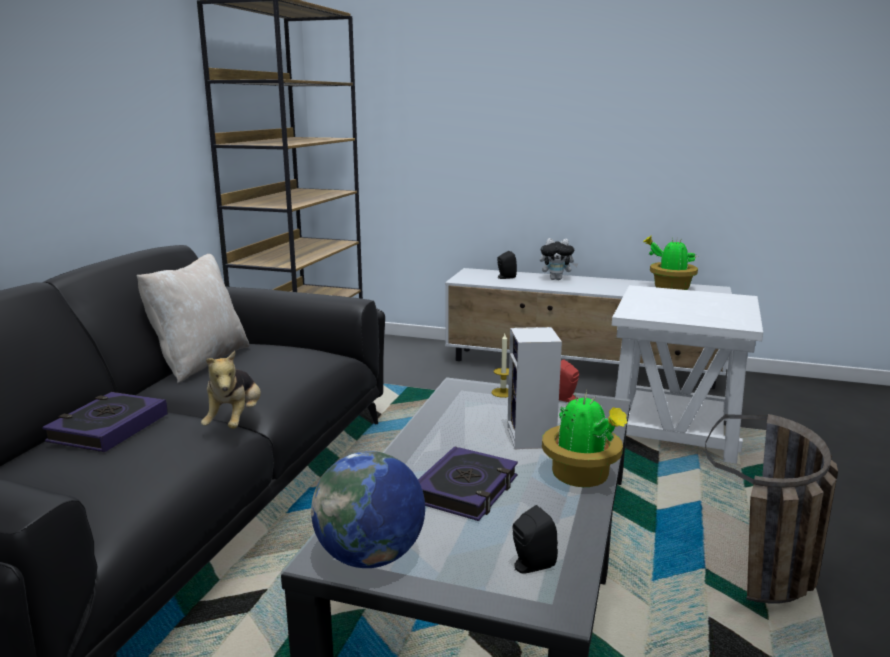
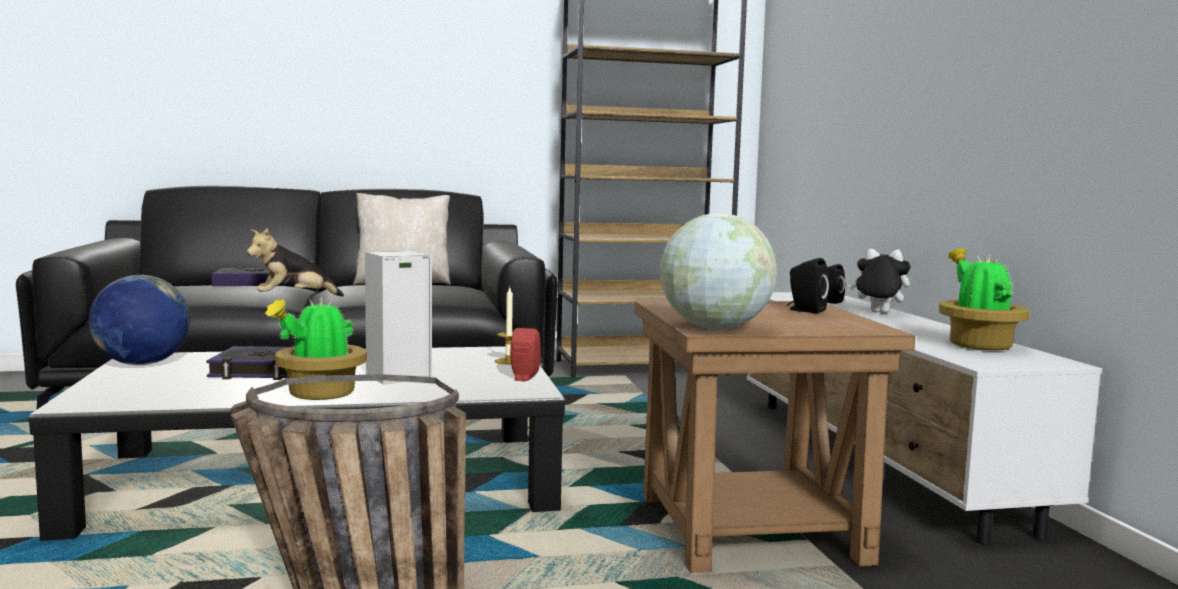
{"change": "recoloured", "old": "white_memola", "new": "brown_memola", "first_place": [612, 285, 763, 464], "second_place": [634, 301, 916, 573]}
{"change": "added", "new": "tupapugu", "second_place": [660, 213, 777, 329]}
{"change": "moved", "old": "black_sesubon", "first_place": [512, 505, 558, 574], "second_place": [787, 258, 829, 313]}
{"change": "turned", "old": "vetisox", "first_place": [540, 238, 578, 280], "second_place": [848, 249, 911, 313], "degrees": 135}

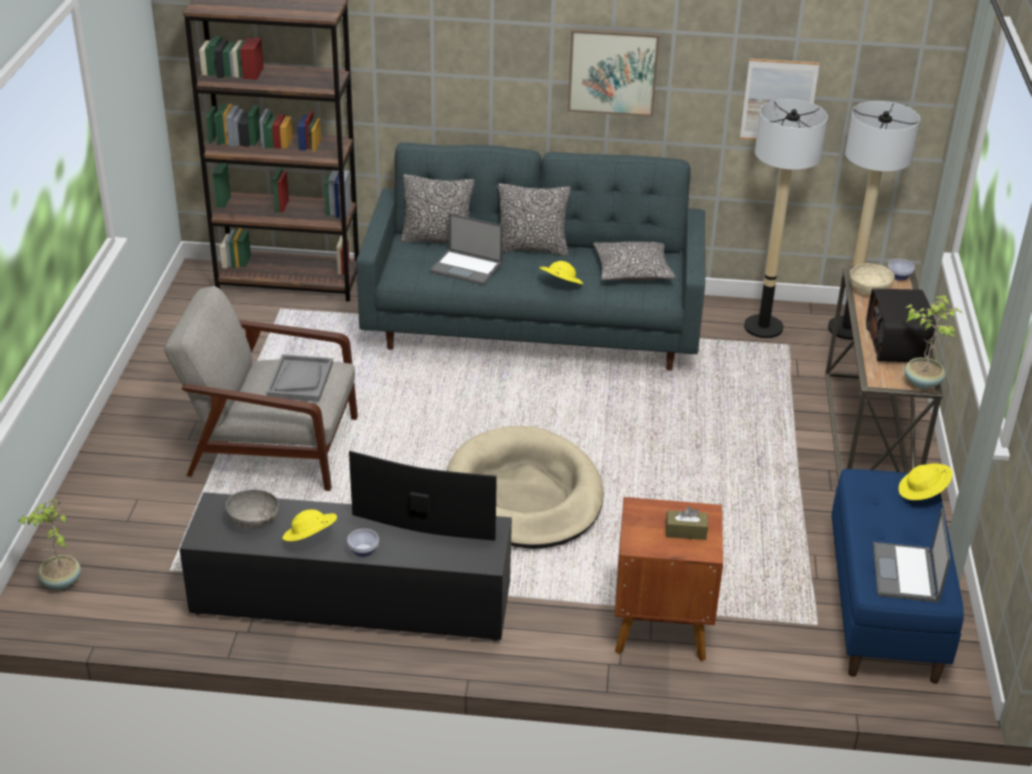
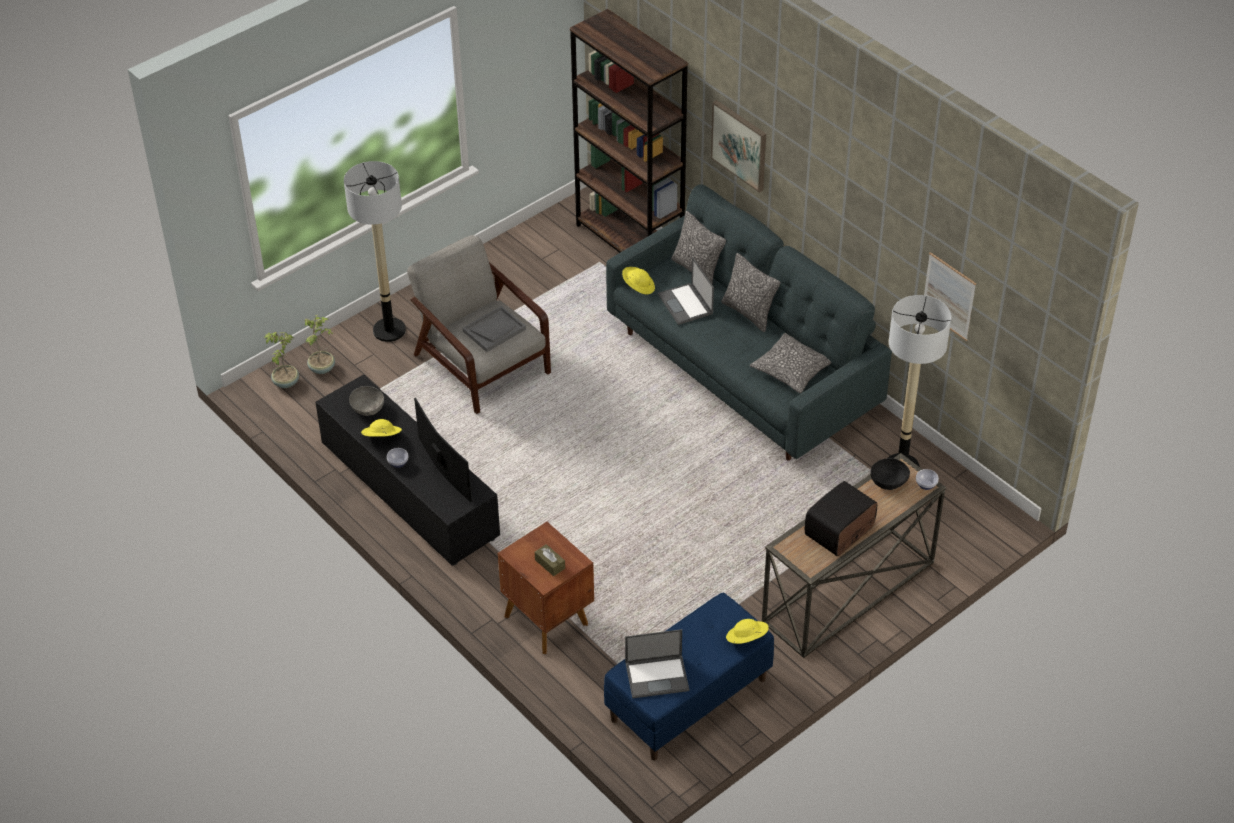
{"change": "moved", "old": "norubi", "first_place": [905, 295, 962, 389], "second_place": [305, 315, 335, 374]}
{"change": "moved", "old": "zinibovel", "first_place": [828, 101, 920, 340], "second_place": [344, 161, 406, 342]}
{"change": "moved", "old": "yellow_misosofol", "first_place": [540, 261, 583, 284], "second_place": [622, 267, 655, 294]}
{"change": "turned", "old": "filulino", "first_place": [873, 508, 951, 603], "second_place": [625, 629, 689, 698], "degrees": -150}
{"change": "moved", "old": "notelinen", "first_place": [568, 28, 660, 117], "second_place": [711, 100, 766, 193]}
{"change": "recoloured", "old": "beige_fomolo", "new": "black_fomolo", "first_place": [850, 263, 895, 295], "second_place": [870, 458, 910, 490]}
{"change": "removed", "old": "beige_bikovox", "first_place": [447, 426, 604, 549]}

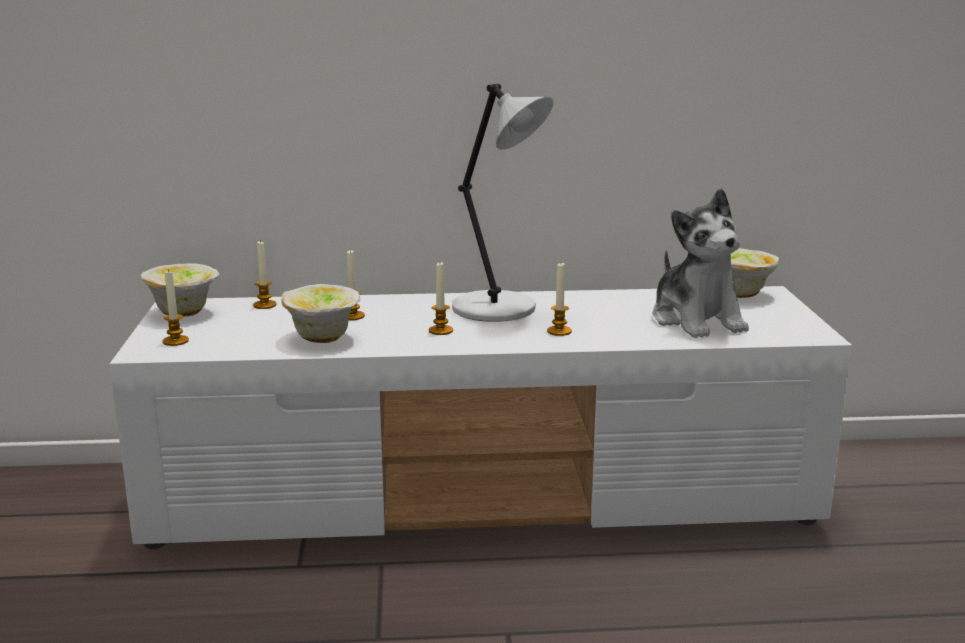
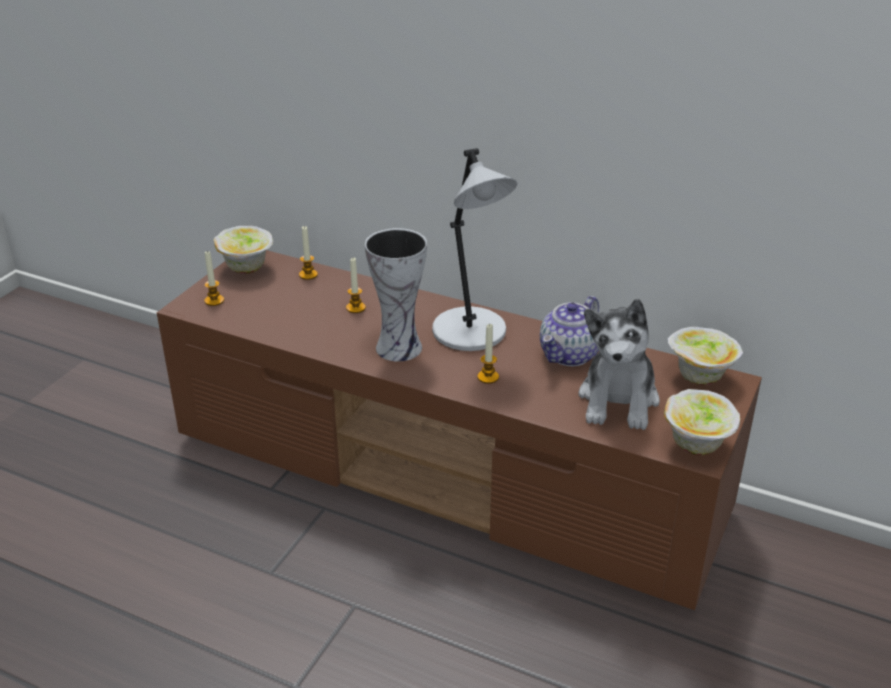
{"change": "recoloured", "old": "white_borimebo", "new": "brown_borimebo", "first_place": [110, 286, 852, 549], "second_place": [157, 250, 762, 610]}
{"change": "replaced", "old": "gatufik", "new": "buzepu", "first_place": [429, 262, 453, 335], "second_place": [365, 228, 427, 361]}
{"change": "added", "new": "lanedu", "second_place": [540, 296, 599, 366]}
{"change": "moved", "old": "fomolo", "first_place": [282, 284, 360, 343], "second_place": [664, 389, 740, 455]}

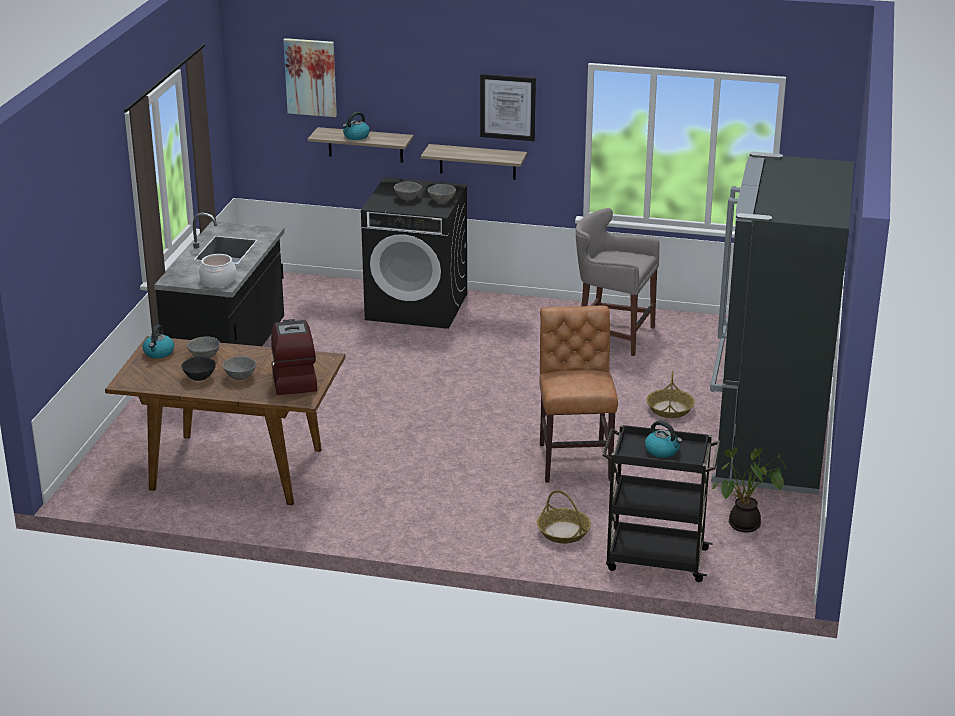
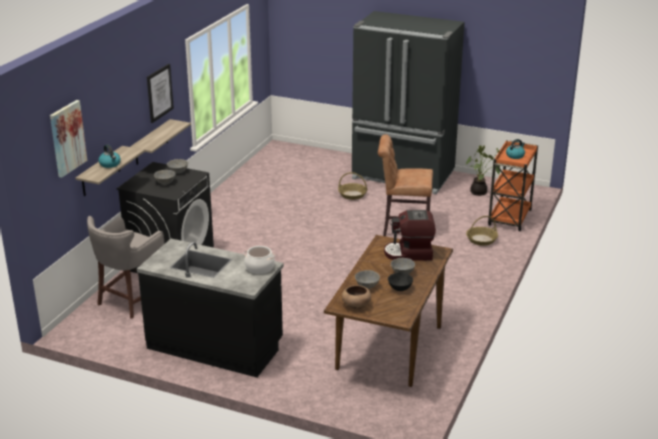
{"change": "moved", "old": "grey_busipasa", "first_place": [576, 208, 659, 356], "second_place": [87, 216, 165, 319]}
{"change": "replaced", "old": "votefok", "new": "brown_fomolo", "first_place": [143, 325, 174, 358], "second_place": [342, 285, 371, 309]}
{"change": "recoloured", "old": "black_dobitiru", "new": "orange_dobitiru", "first_place": [602, 424, 721, 582], "second_place": [488, 140, 538, 231]}

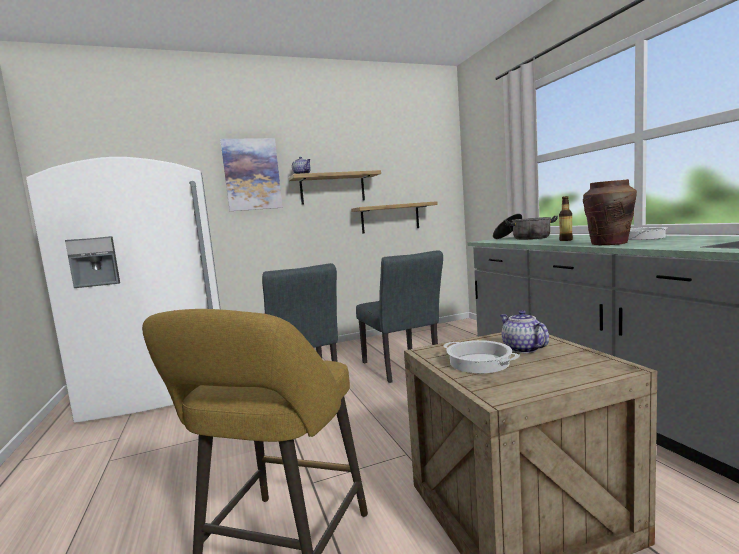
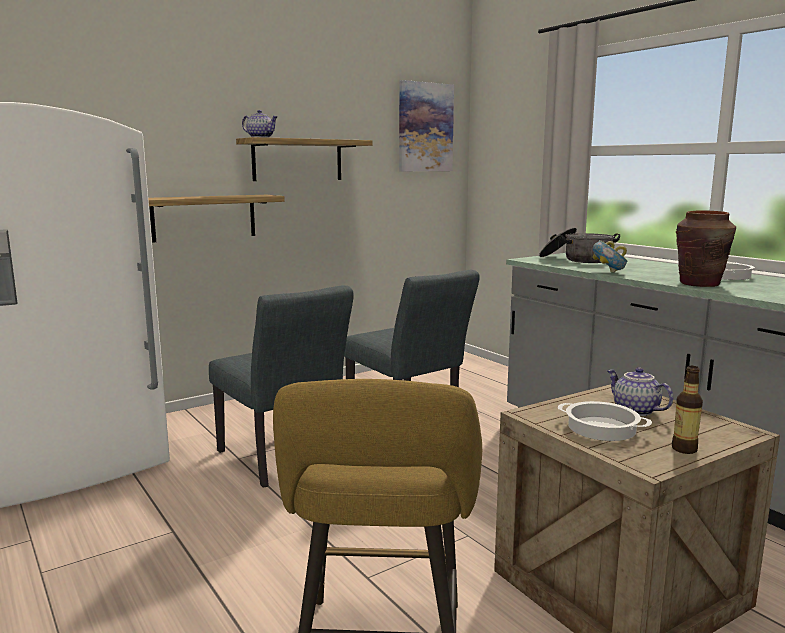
{"change": "moved", "old": "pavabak", "first_place": [351, 201, 438, 234], "second_place": [148, 195, 285, 242]}
{"change": "moved", "old": "notelinen", "first_place": [220, 138, 283, 211], "second_place": [399, 80, 454, 171]}
{"change": "added", "new": "fomolo", "second_place": [592, 240, 627, 273]}
{"change": "moved", "old": "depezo", "first_place": [559, 196, 573, 241], "second_place": [672, 366, 703, 454]}

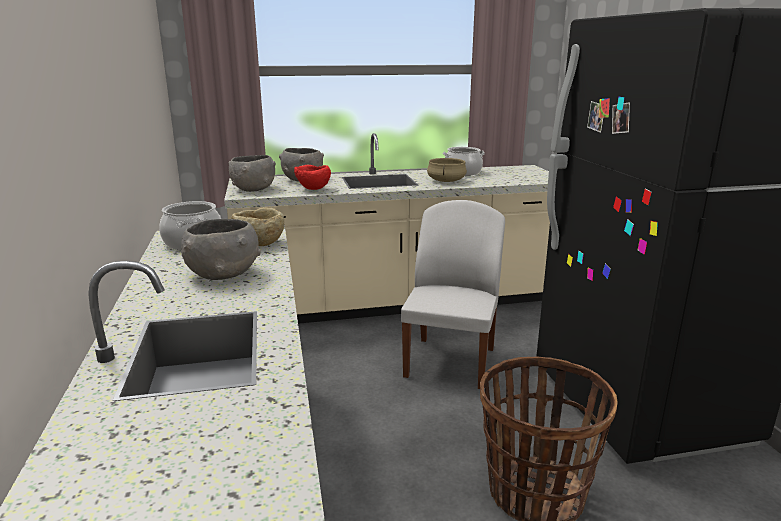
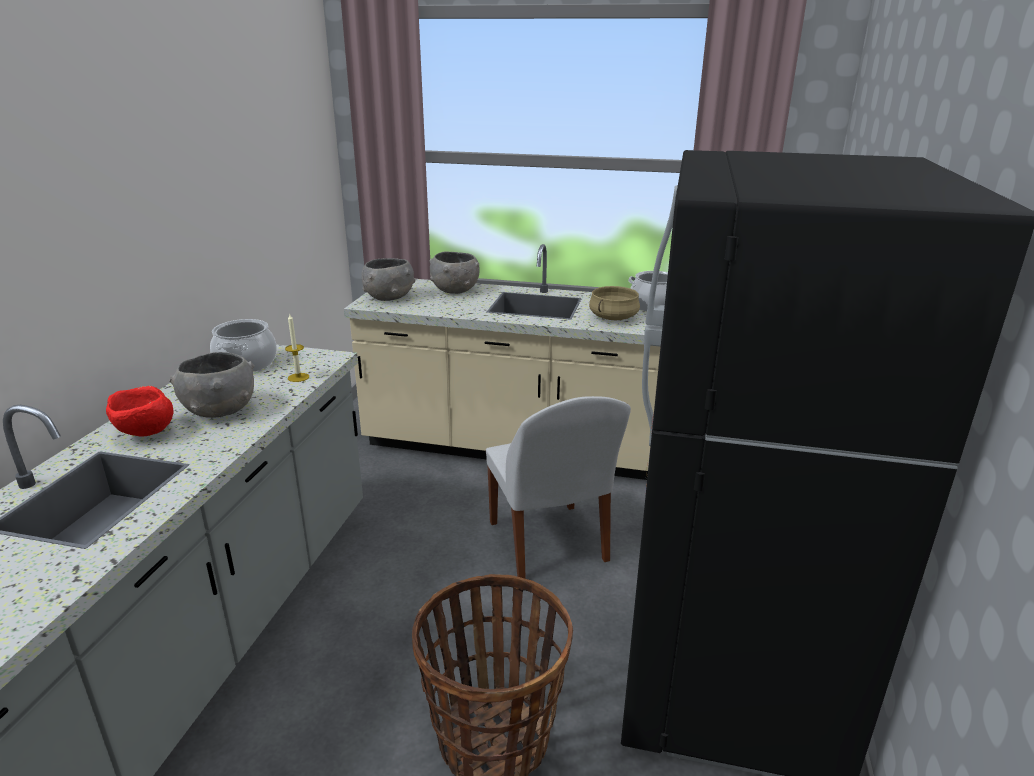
{"change": "moved", "old": "red_fomolo", "first_place": [294, 165, 331, 190], "second_place": [106, 386, 174, 436]}
{"change": "replaced", "old": "beige_fomolo", "new": "gatufik", "first_place": [231, 207, 284, 246], "second_place": [285, 314, 309, 382]}
{"change": "turned", "old": "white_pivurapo", "first_place": [401, 200, 505, 389], "second_place": [486, 396, 631, 579], "degrees": 120}

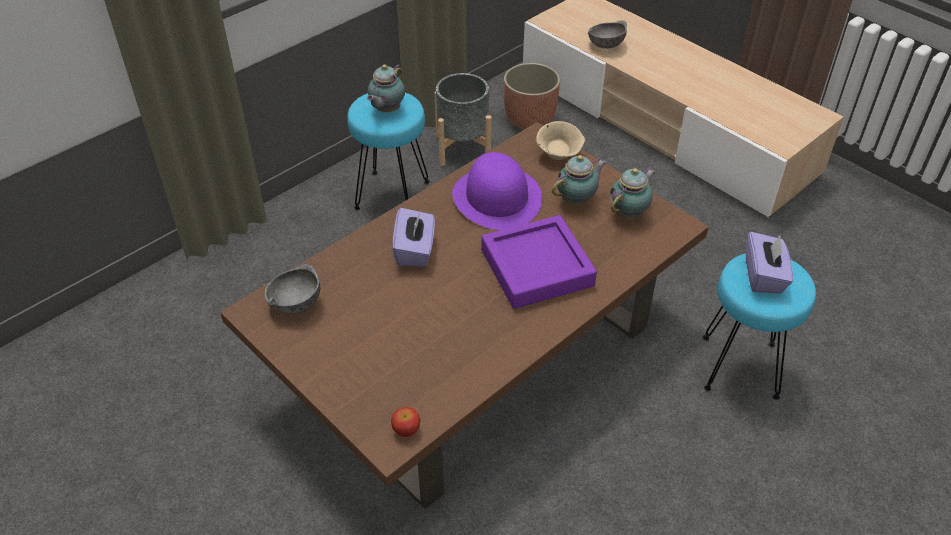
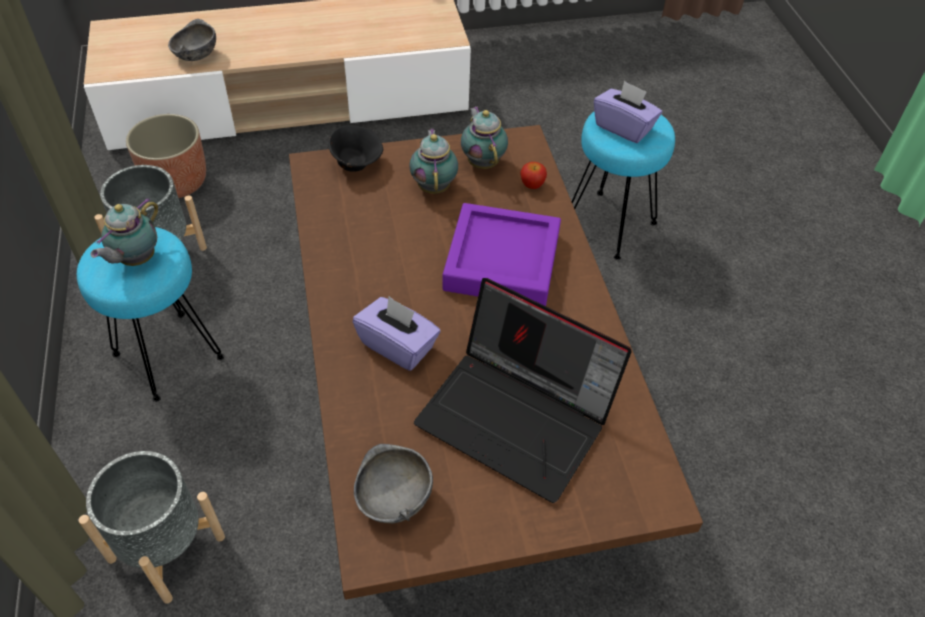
{"change": "added", "new": "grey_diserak", "second_place": [78, 451, 225, 604]}
{"change": "turned", "old": "lanedu", "first_place": [367, 64, 405, 112], "second_place": [90, 198, 158, 266], "degrees": 60}
{"change": "recoloured", "old": "beige_fomolo", "new": "black_fomolo", "first_place": [536, 121, 585, 160], "second_place": [328, 125, 383, 172]}
{"change": "added", "new": "filulino", "second_place": [414, 278, 632, 503]}
{"change": "moved", "old": "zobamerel", "first_place": [391, 407, 420, 437], "second_place": [520, 162, 547, 189]}
{"change": "removed", "old": "purple_misosofol", "first_place": [452, 152, 542, 230]}

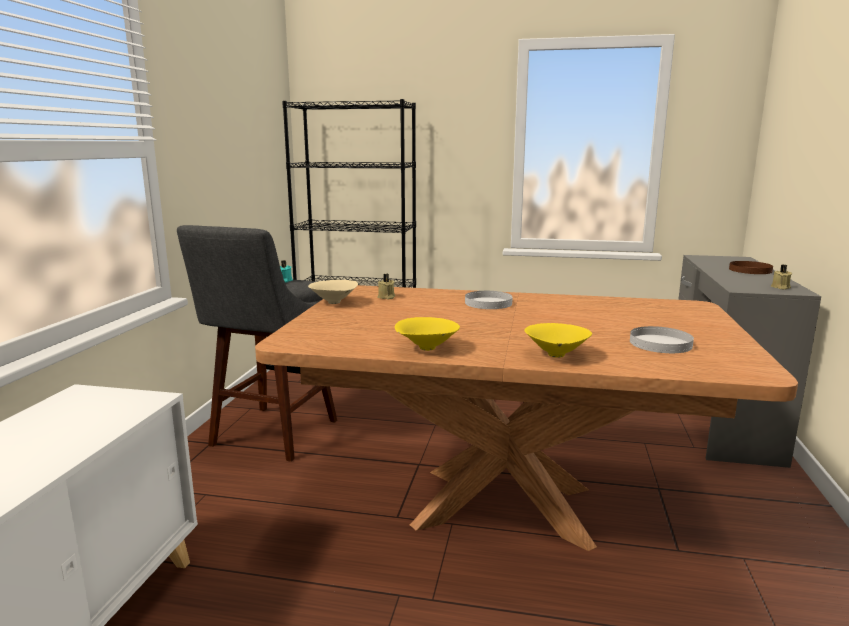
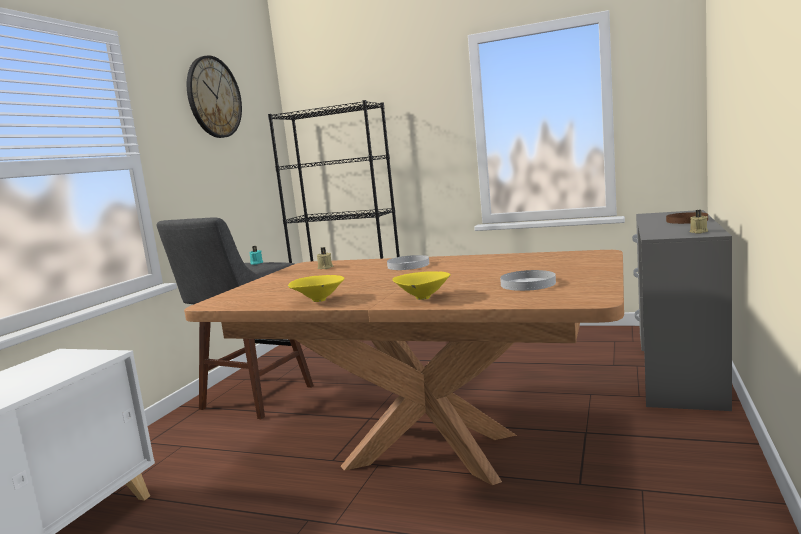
{"change": "added", "new": "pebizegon", "second_place": [187, 55, 242, 138]}
{"change": "removed", "old": "beige_fomolo", "first_place": [308, 280, 358, 304]}

